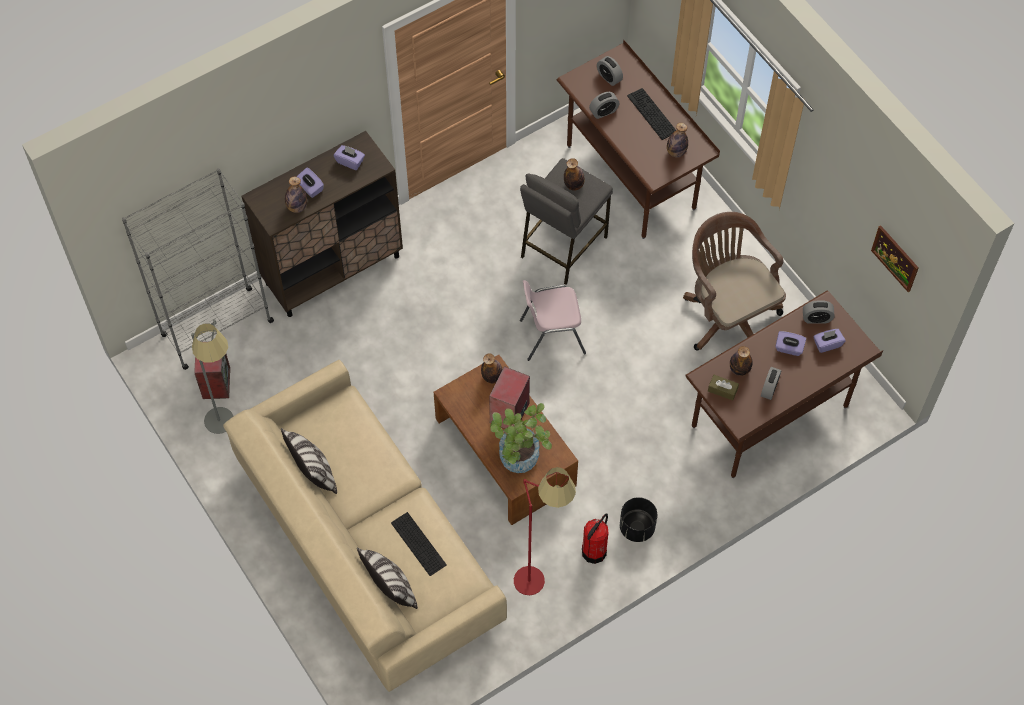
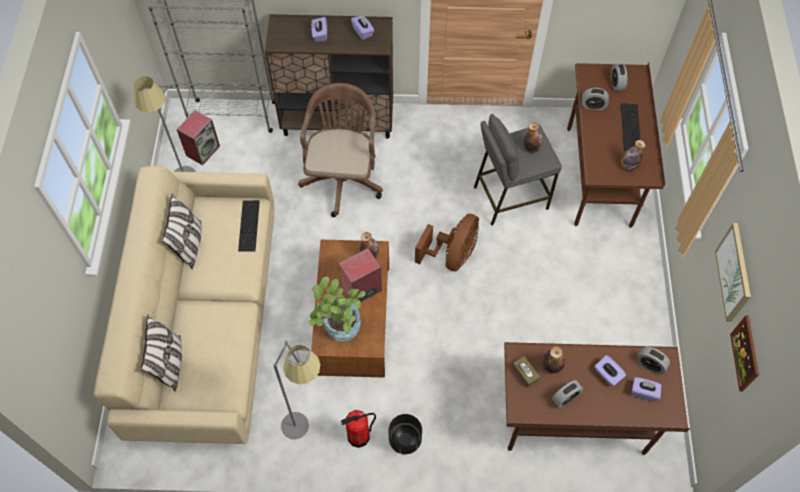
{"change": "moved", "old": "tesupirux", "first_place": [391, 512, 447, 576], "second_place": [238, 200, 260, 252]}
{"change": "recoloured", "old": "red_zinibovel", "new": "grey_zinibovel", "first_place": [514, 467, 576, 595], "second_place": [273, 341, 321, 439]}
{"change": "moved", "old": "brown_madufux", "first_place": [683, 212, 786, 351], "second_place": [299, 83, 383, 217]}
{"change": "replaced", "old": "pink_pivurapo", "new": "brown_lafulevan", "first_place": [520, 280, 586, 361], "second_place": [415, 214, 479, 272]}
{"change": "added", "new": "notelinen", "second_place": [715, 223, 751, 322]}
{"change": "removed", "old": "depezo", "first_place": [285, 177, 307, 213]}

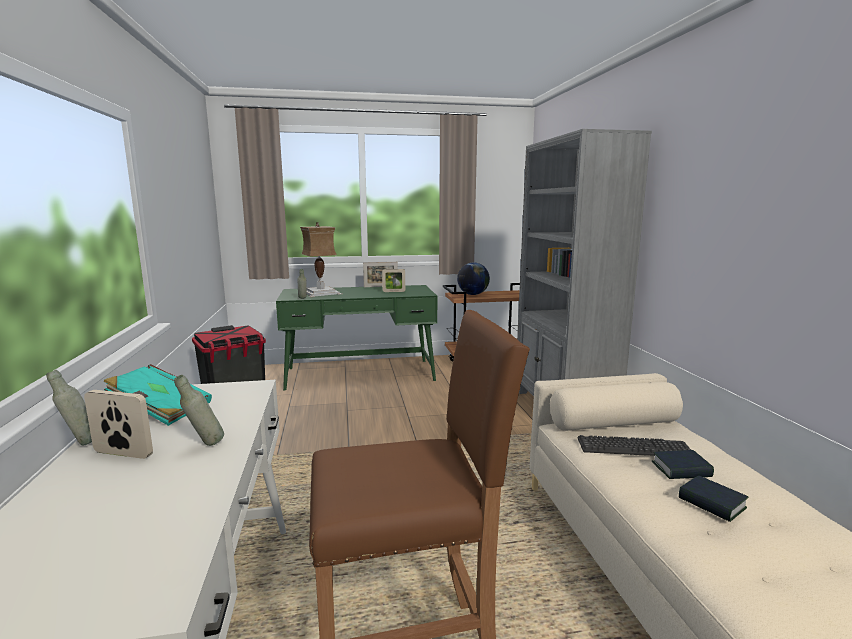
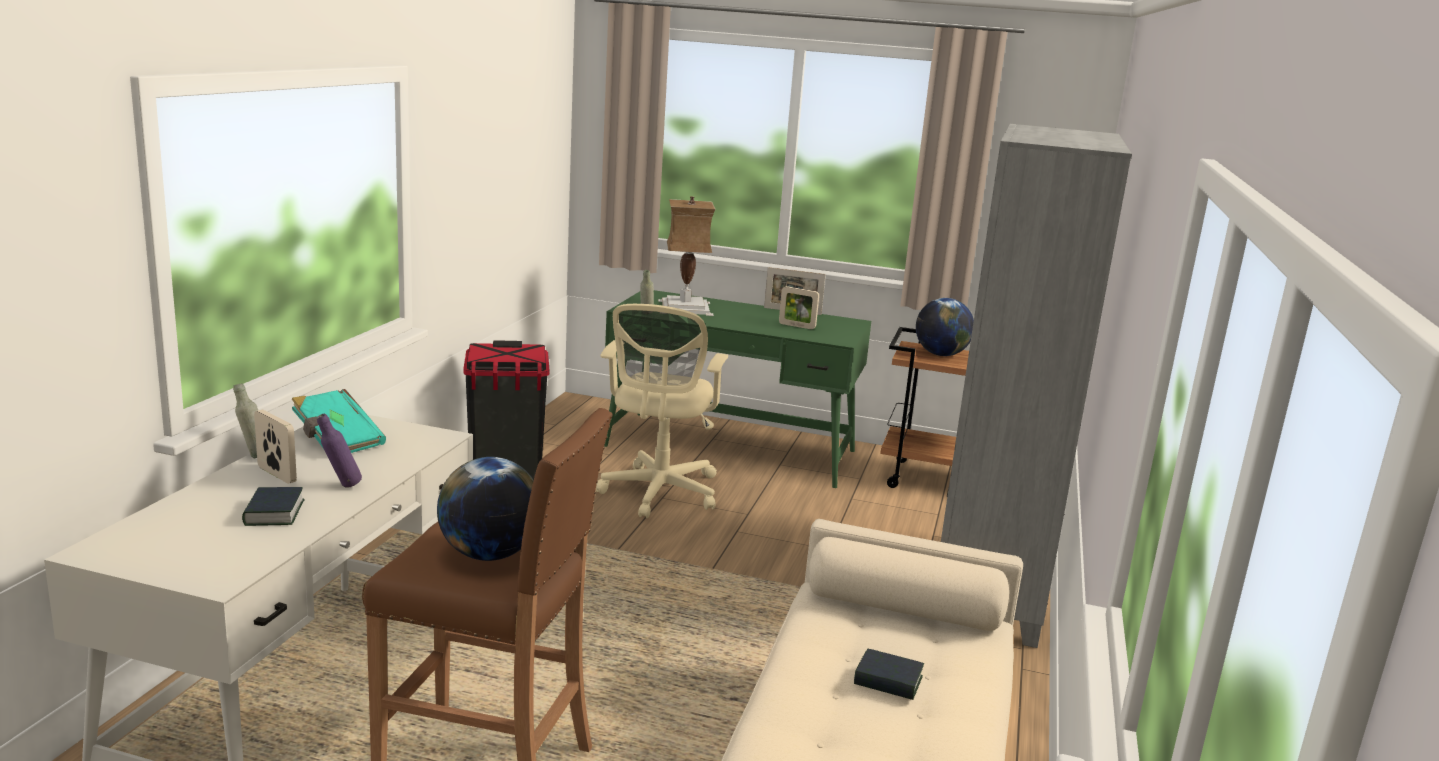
{"change": "moved", "old": "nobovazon", "first_place": [679, 476, 748, 522], "second_place": [242, 487, 305, 526]}
{"change": "recoloured", "old": "grey_depezo", "new": "purple_depezo", "first_place": [174, 375, 224, 446], "second_place": [317, 414, 362, 488]}
{"change": "added", "new": "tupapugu", "second_place": [437, 457, 534, 561]}
{"change": "added", "new": "beige_madufux", "second_place": [596, 304, 728, 518]}
{"change": "removed", "old": "tesupirux", "first_place": [577, 435, 691, 456]}

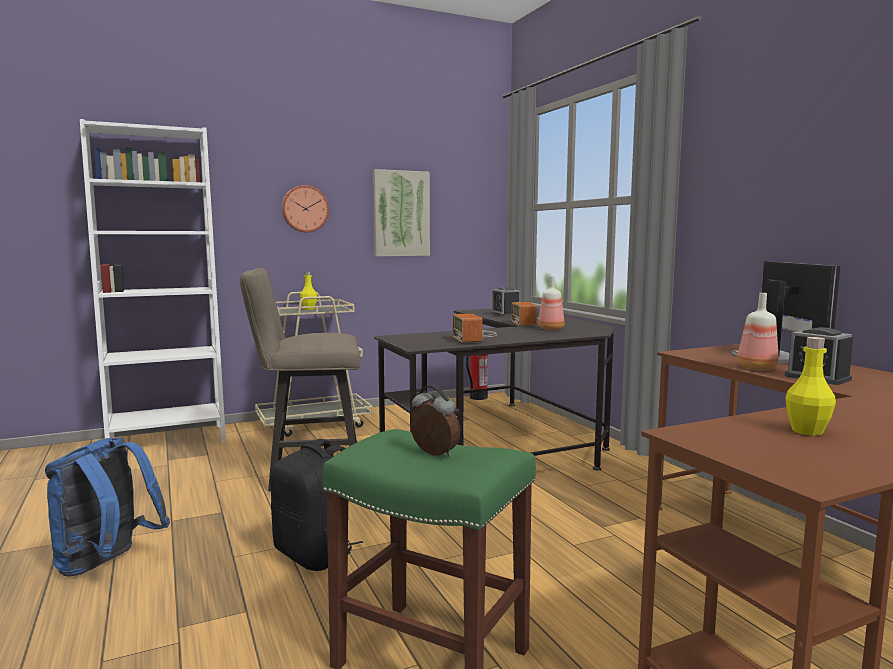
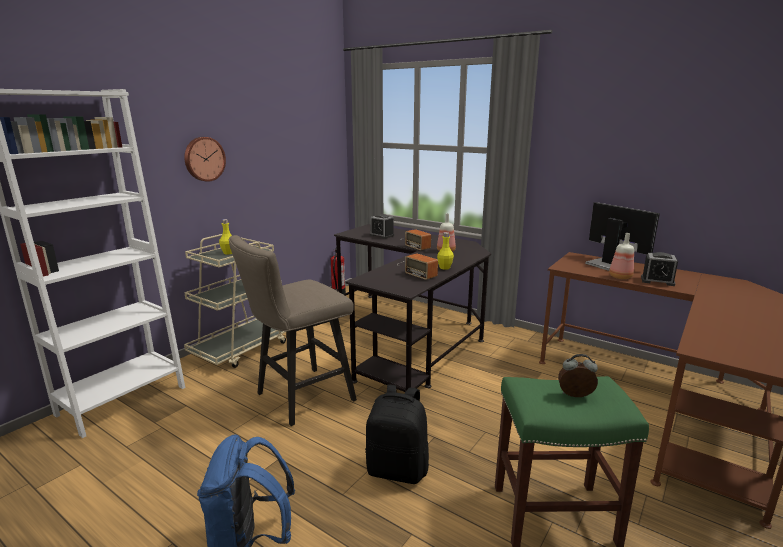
{"change": "moved", "old": "yellow_depezo", "first_place": [785, 337, 836, 436], "second_place": [437, 232, 454, 270]}
{"change": "removed", "old": "notelinen", "first_place": [373, 169, 430, 257]}

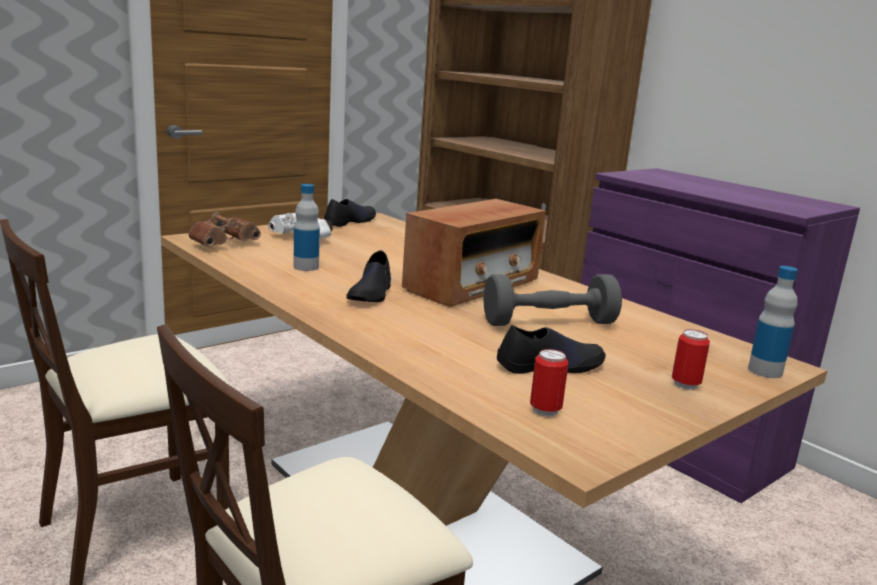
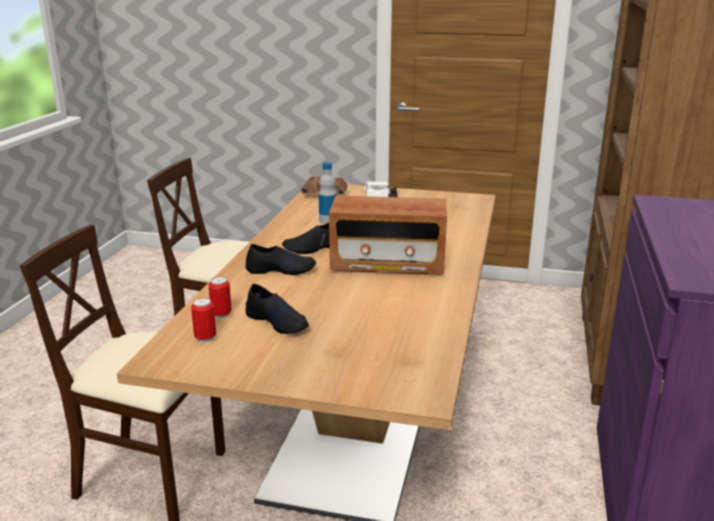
{"change": "moved", "old": "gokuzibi", "first_place": [672, 329, 710, 390], "second_place": [209, 277, 232, 319]}
{"change": "moved", "old": "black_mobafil", "first_place": [324, 199, 376, 227], "second_place": [245, 244, 316, 275]}
{"change": "removed", "old": "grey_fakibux", "first_place": [483, 274, 622, 326]}
{"change": "removed", "old": "depezo", "first_place": [748, 266, 798, 378]}

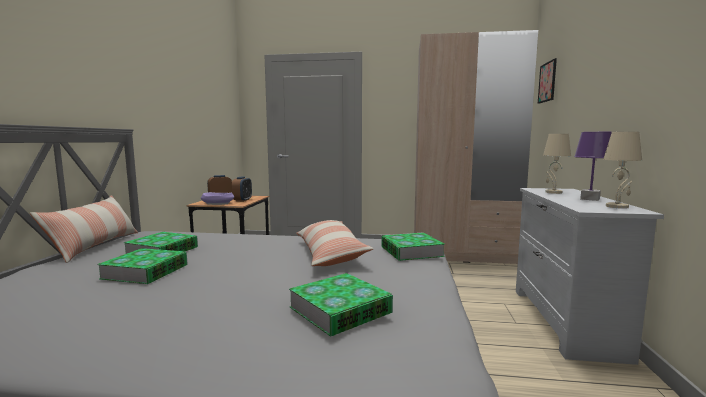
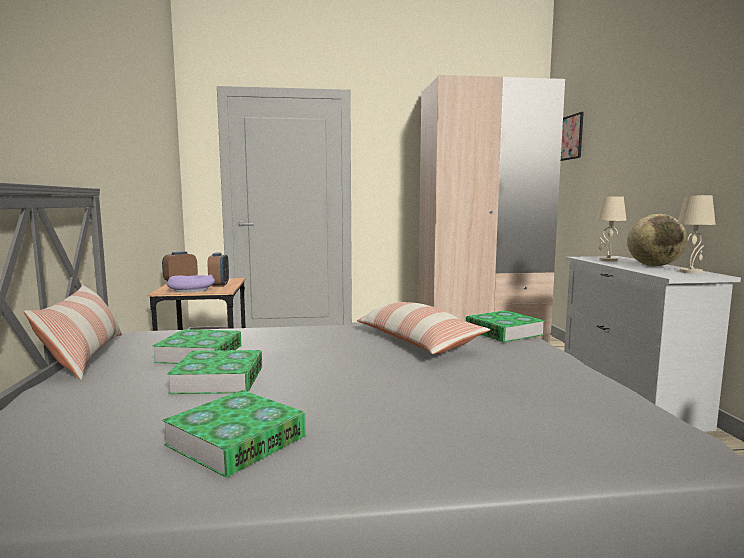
{"change": "moved", "old": "nobovazon", "first_place": [289, 273, 393, 337], "second_place": [162, 390, 306, 478]}
{"change": "replaced", "old": "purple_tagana", "new": "tupapugu", "first_place": [574, 132, 612, 201], "second_place": [627, 214, 687, 266]}

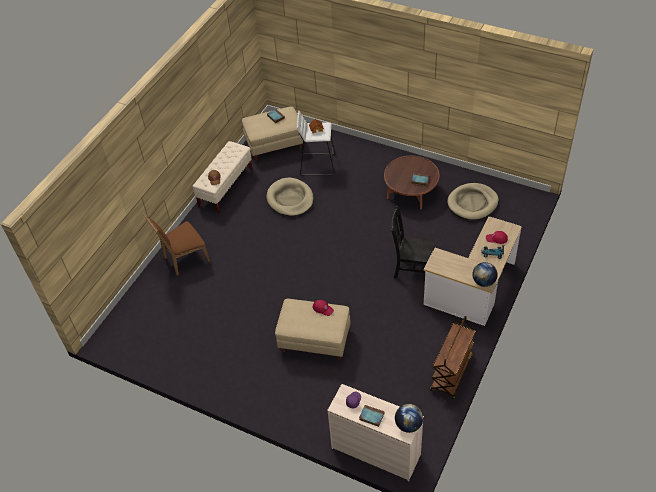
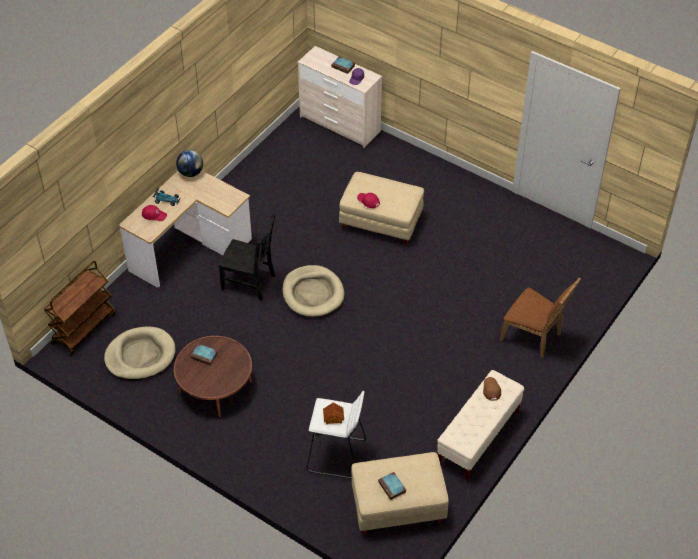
{"change": "moved", "old": "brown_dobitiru", "first_place": [430, 316, 476, 399], "second_place": [44, 261, 116, 356]}
{"change": "moved", "old": "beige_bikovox", "first_place": [267, 177, 314, 216], "second_place": [282, 265, 345, 317]}
{"change": "turned", "old": "brown_pivurapo", "first_place": [143, 213, 210, 275], "second_place": [500, 278, 581, 358], "degrees": 60}
{"change": "removed", "old": "tupapugu", "first_place": [395, 404, 423, 433]}

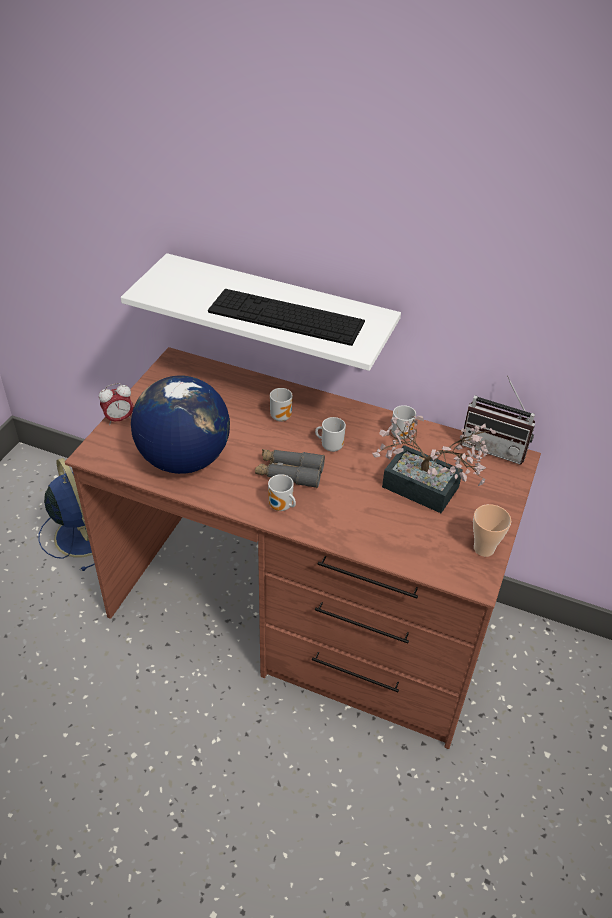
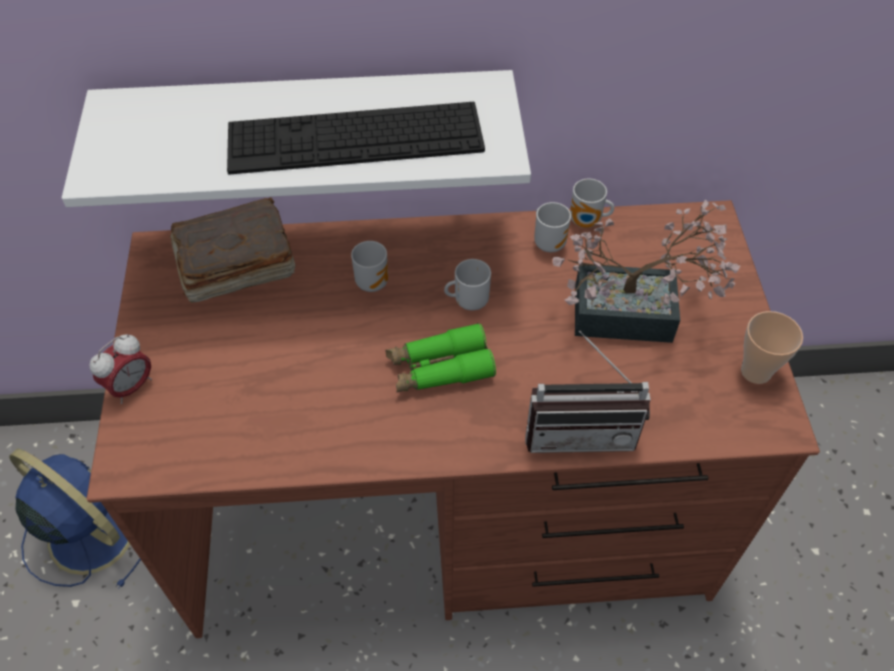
{"change": "added", "new": "brown_nobovazon", "second_place": [170, 197, 295, 303]}
{"change": "recoloured", "old": "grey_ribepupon", "new": "green_ribepupon", "first_place": [255, 449, 325, 488], "second_place": [385, 323, 496, 392]}
{"change": "moved", "old": "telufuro", "first_place": [460, 376, 535, 464], "second_place": [525, 330, 651, 453]}
{"change": "moved", "old": "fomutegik", "first_place": [268, 474, 296, 511], "second_place": [570, 179, 614, 228]}
{"change": "removed", "old": "tupapugu", "first_place": [131, 375, 230, 474]}

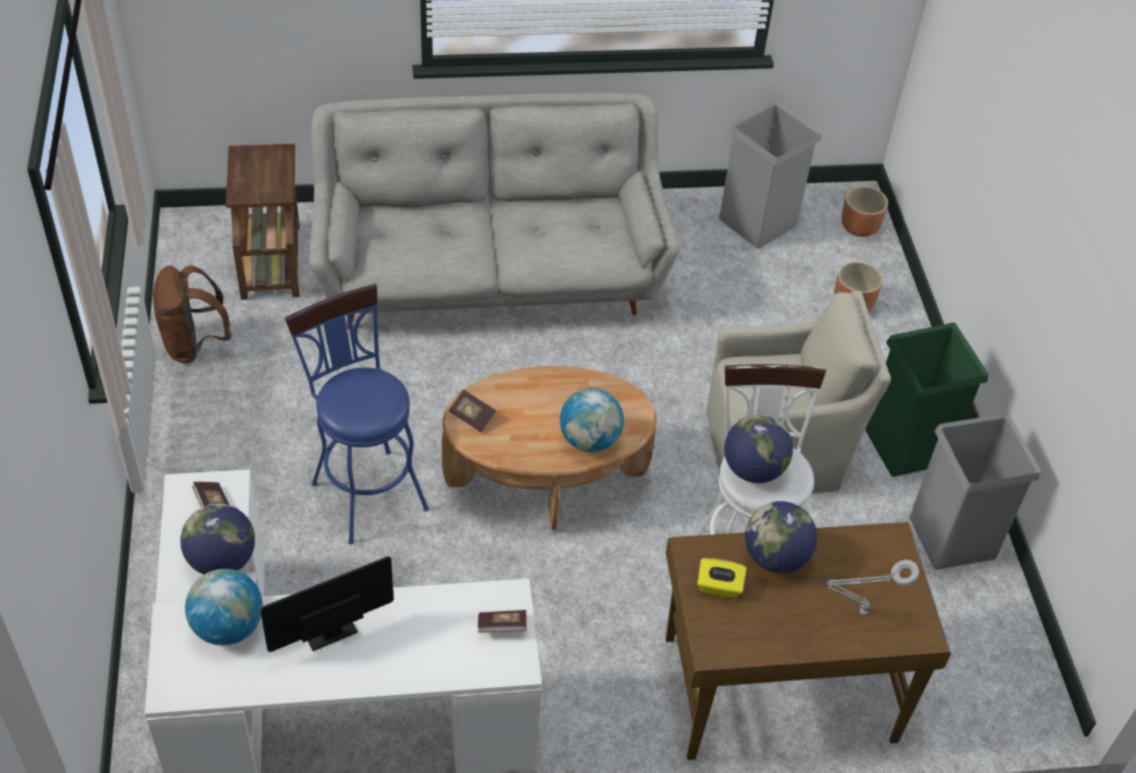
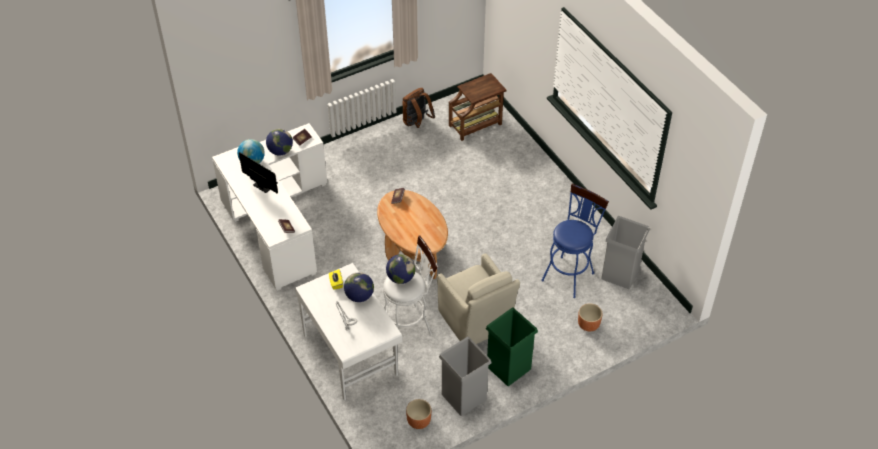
{"change": "recoloured", "old": "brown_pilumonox", "new": "white_pilumonox", "first_place": [666, 522, 951, 760], "second_place": [295, 263, 402, 401]}
{"change": "moved", "old": "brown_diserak", "first_place": [841, 186, 888, 237], "second_place": [406, 399, 431, 429]}
{"change": "moved", "old": "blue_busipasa", "first_place": [285, 284, 429, 545], "second_place": [541, 184, 609, 298]}
{"change": "removed", "old": "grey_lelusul", "first_place": [309, 93, 680, 329]}
{"change": "removed", "old": "tupapugu", "first_place": [560, 388, 624, 452]}

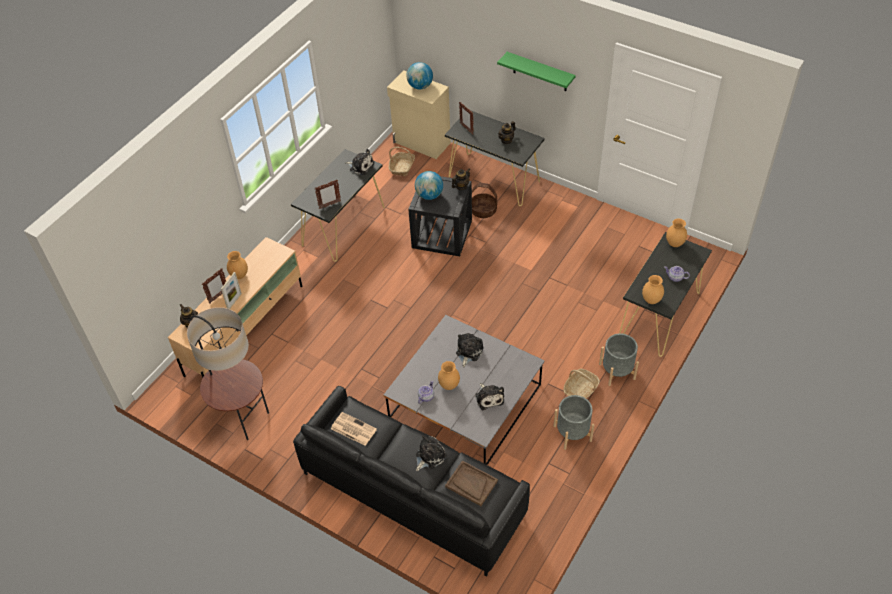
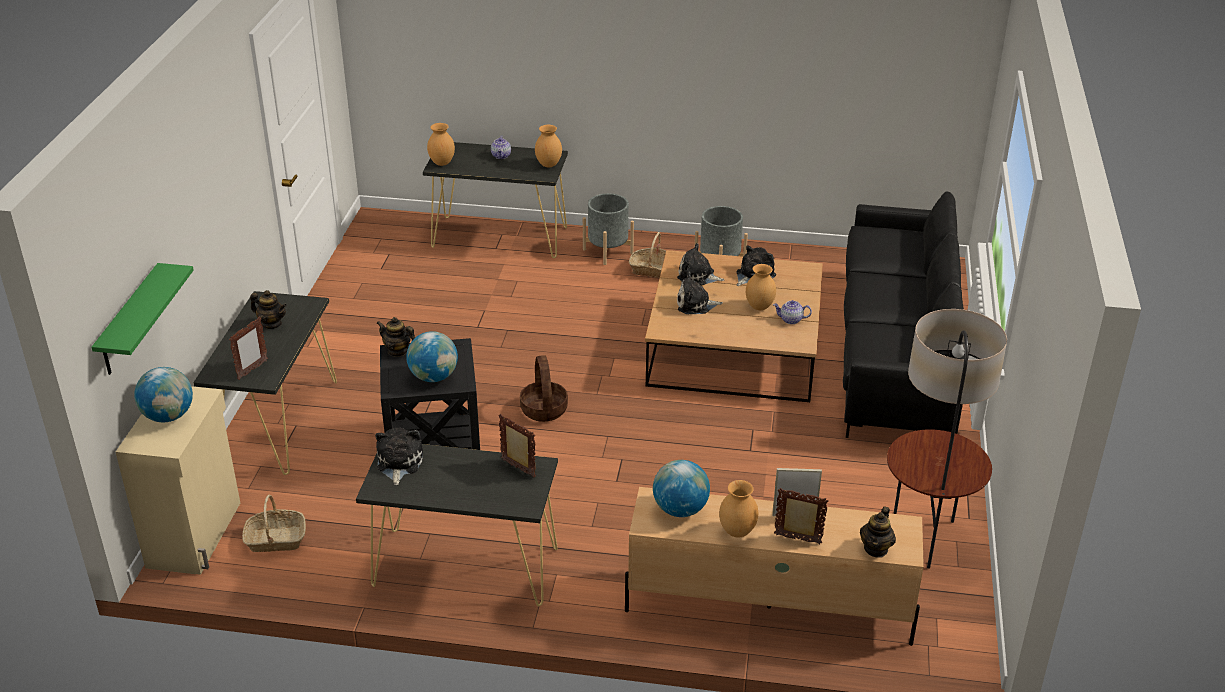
{"change": "moved", "old": "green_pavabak", "first_place": [497, 52, 576, 91], "second_place": [91, 263, 194, 375]}
{"change": "moved", "old": "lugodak", "first_place": [472, 183, 497, 218], "second_place": [520, 355, 568, 422]}
{"change": "recoloured", "old": "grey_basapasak", "new": "brown_basapasak", "first_place": [383, 315, 545, 465], "second_place": [645, 250, 823, 402]}
{"change": "added", "new": "tupapugu", "second_place": [653, 460, 710, 517]}
{"change": "moved", "old": "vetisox", "first_place": [416, 435, 447, 471], "second_place": [677, 243, 725, 286]}
{"change": "removed", "old": "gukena", "first_place": [331, 412, 377, 446]}
{"change": "removed", "old": "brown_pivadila", "first_place": [445, 460, 498, 506]}

